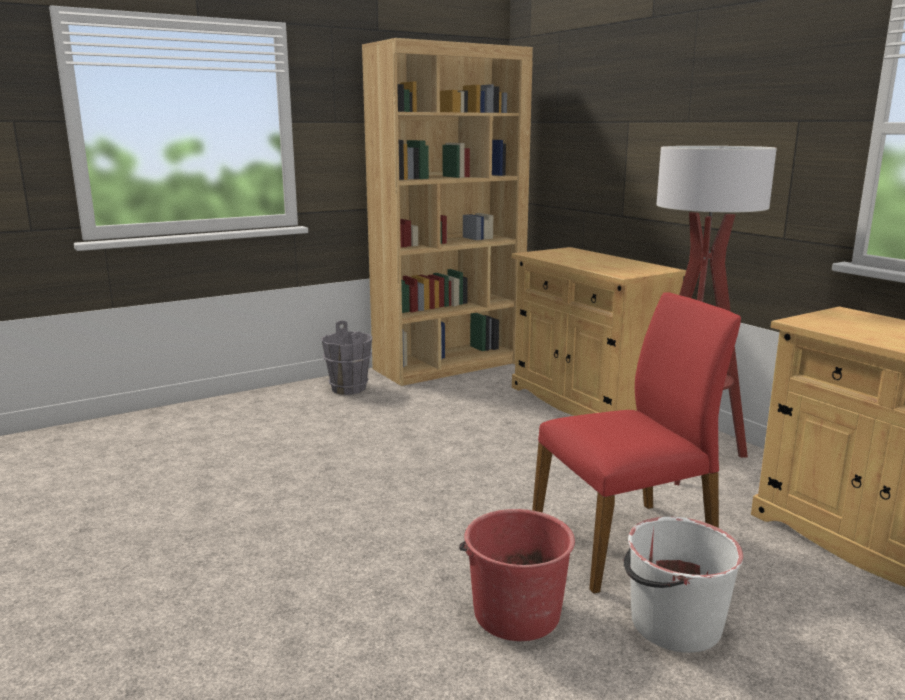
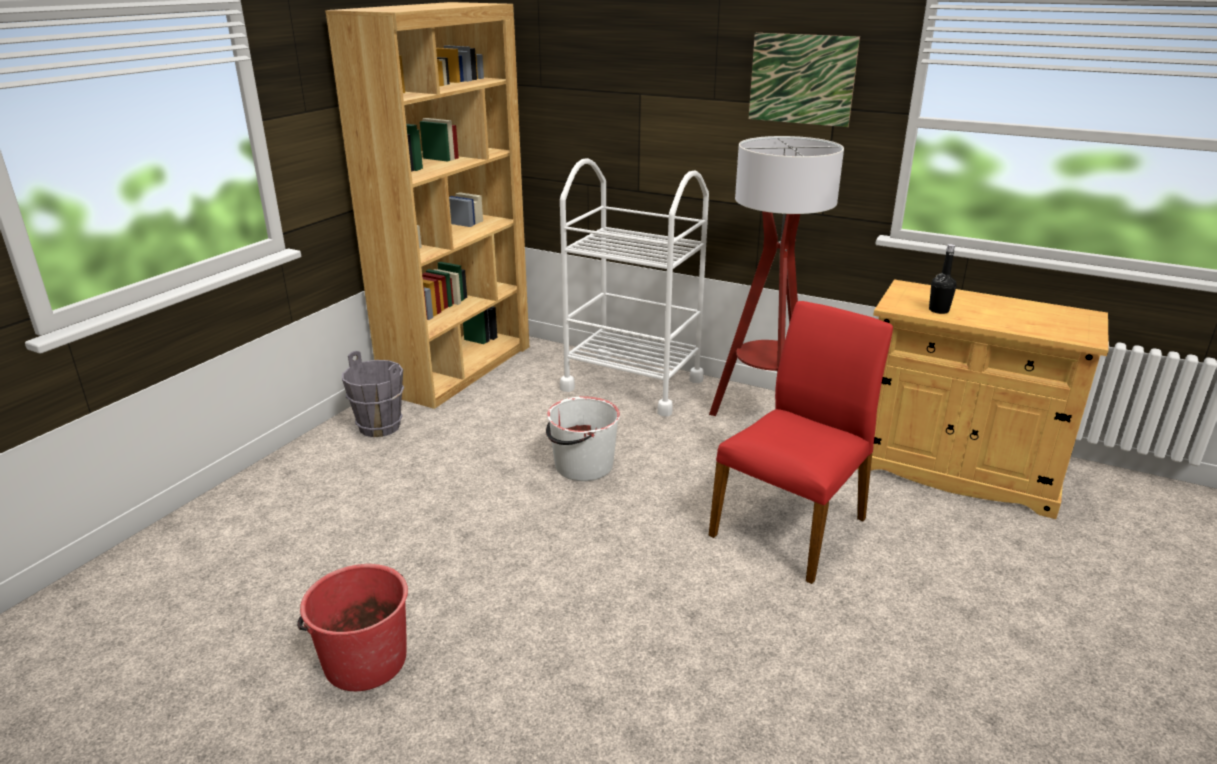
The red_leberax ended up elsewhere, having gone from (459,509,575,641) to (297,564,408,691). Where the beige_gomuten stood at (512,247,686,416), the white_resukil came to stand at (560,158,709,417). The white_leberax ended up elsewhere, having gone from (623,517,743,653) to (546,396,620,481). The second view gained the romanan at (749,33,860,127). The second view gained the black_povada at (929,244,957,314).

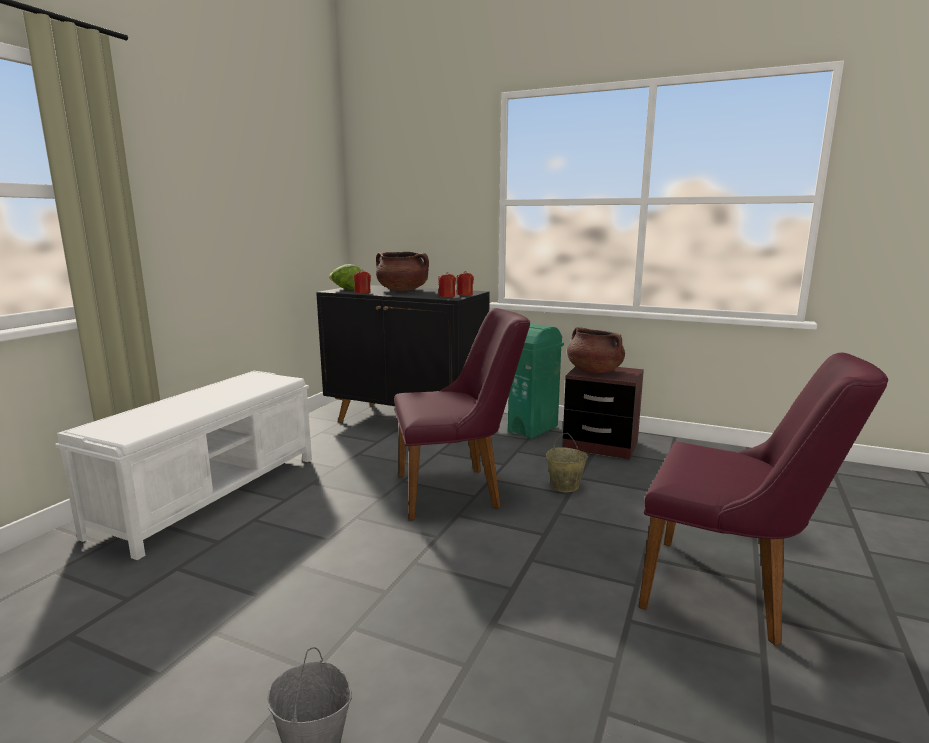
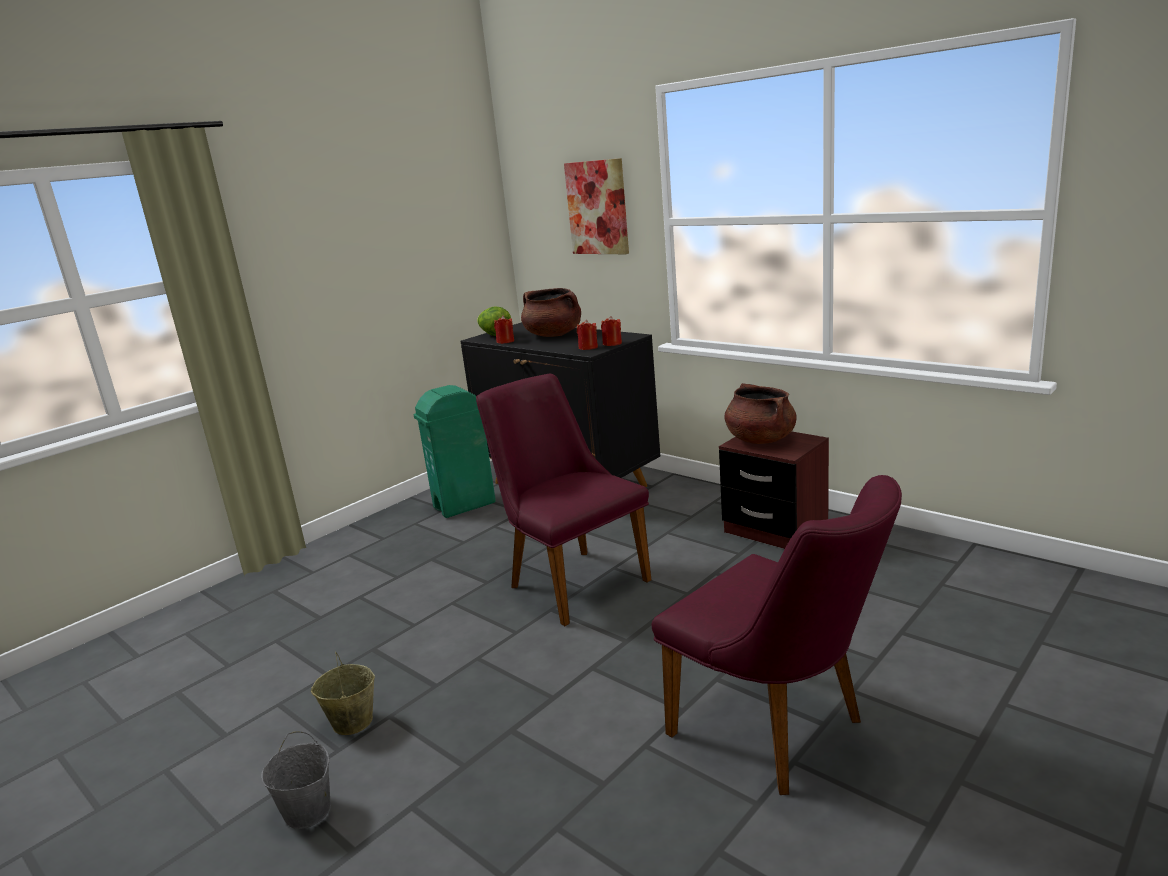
The second view lost the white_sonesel at (55,371,312,560). The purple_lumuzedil at (394,308,530,521) ended up facing another way, 135 degrees counterclockwise from before. The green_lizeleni ended up elsewhere, having gone from (508,324,564,439) to (414,385,496,518). The beige_leberax ended up elsewhere, having gone from (546,433,588,492) to (311,652,375,735). The second view gained the romanan at (564,158,629,254).

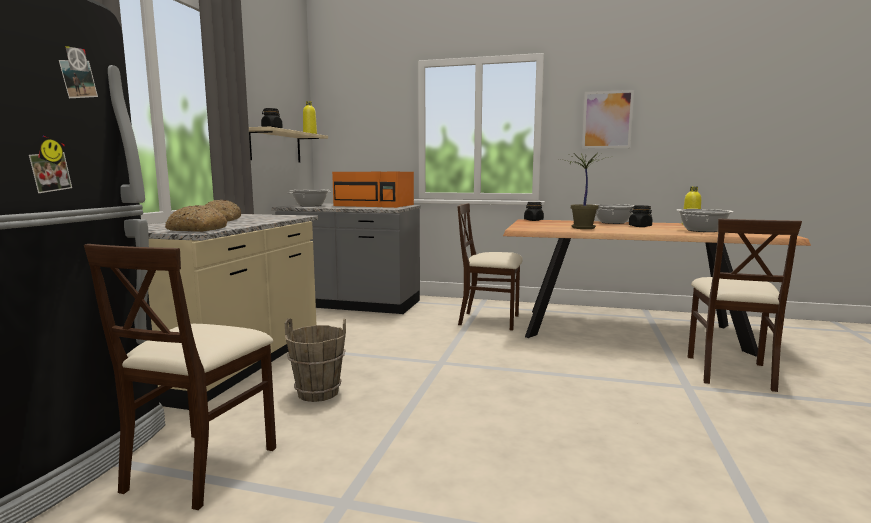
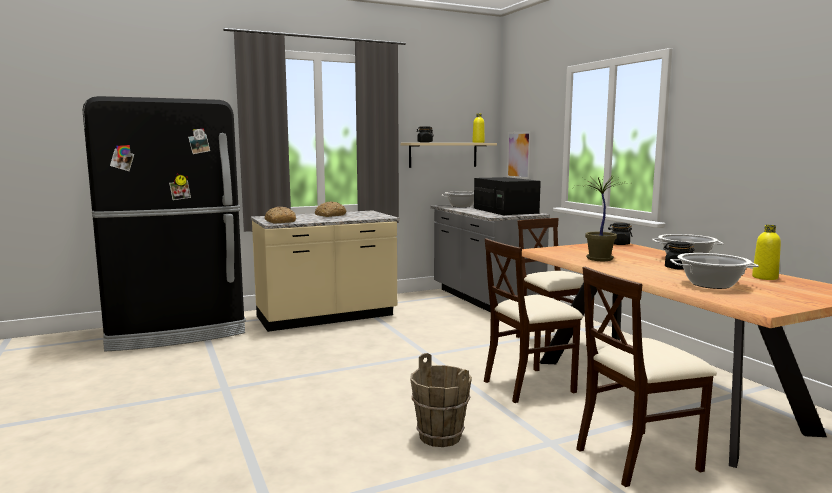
The beige_lumuzedil ended up elsewhere, having gone from (84,244,276,510) to (484,238,583,403). The brown_leberax ended up elsewhere, having gone from (285,318,346,402) to (410,353,472,447). What was the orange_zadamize at (332,172,414,208) turned into the black_zadamize at (474,177,541,216). The romanan ended up elsewhere, having gone from (582,90,634,149) to (507,131,531,180).

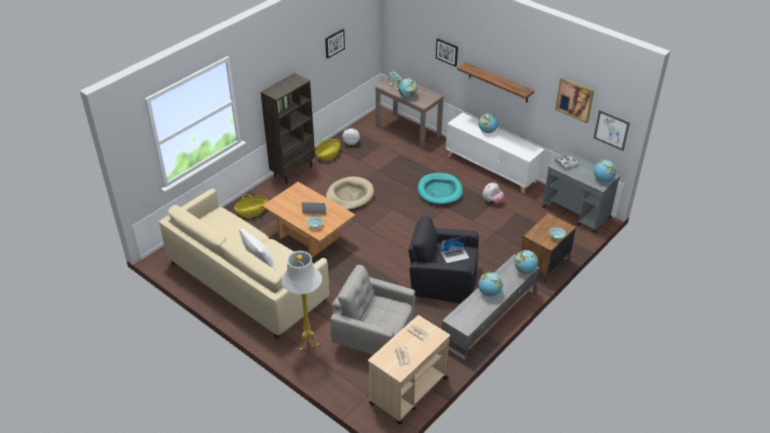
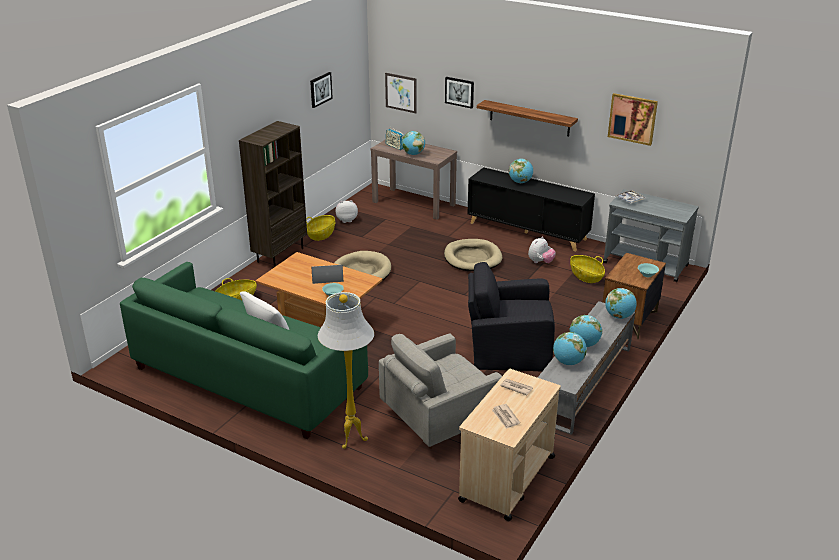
What was the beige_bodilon at (159,188,330,339) turned into the green_bodilon at (120,262,368,439). The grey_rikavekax at (330,265,415,355) ended up facing another way, 45 degrees counterclockwise from before. What was the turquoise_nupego at (418,173,463,205) turned into the beige_nupego at (444,239,502,271). The second view lost the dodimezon at (441,236,469,263). What was the white_gomuten at (446,112,544,193) turned into the black_gomuten at (467,167,595,252). The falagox ended up elsewhere, having gone from (593,160,616,182) to (553,332,587,365). The romanan ended up elsewhere, having gone from (594,110,630,151) to (385,73,417,113). The second view gained the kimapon at (570,255,605,283).

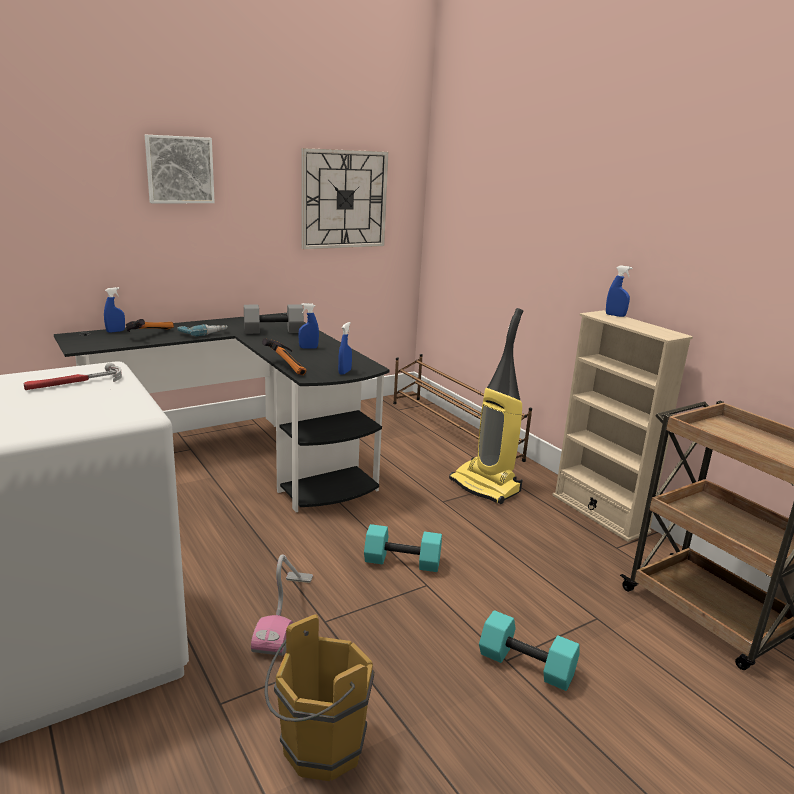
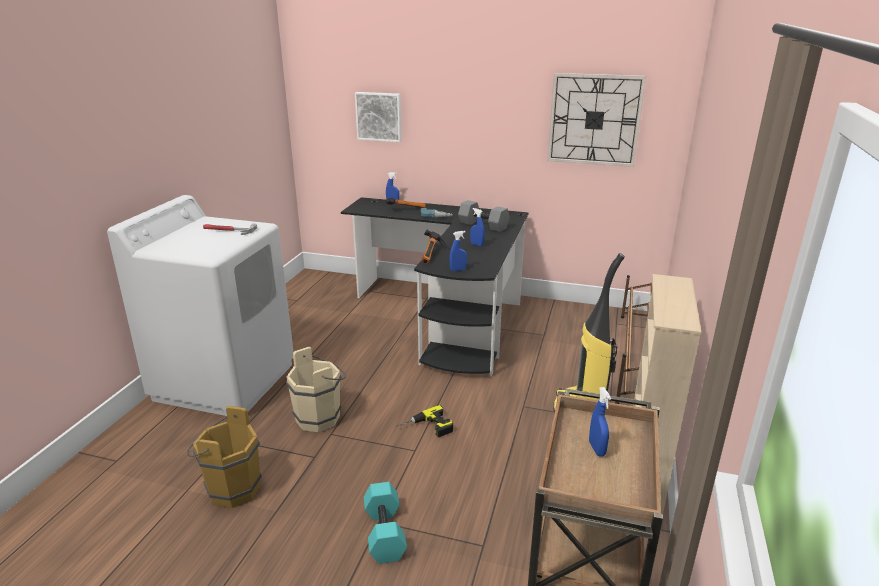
The romanan ended up elsewhere, having gone from (145,135,215,203) to (355,92,402,142). Where the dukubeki stood at (251,554,313,656), the beige_leberax came to stand at (286,347,346,432). Where the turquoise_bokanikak stood at (364,524,442,572), the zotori came to stand at (397,405,453,437). The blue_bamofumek ended up elsewhere, having gone from (606,265,632,317) to (589,387,611,457).

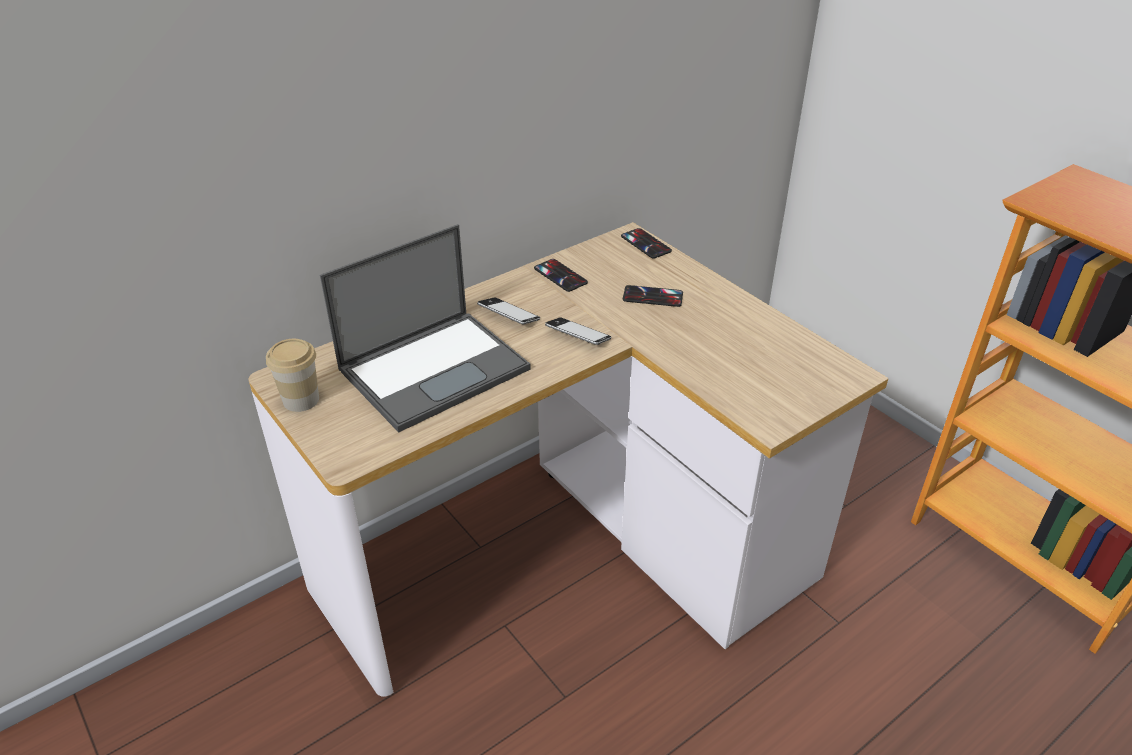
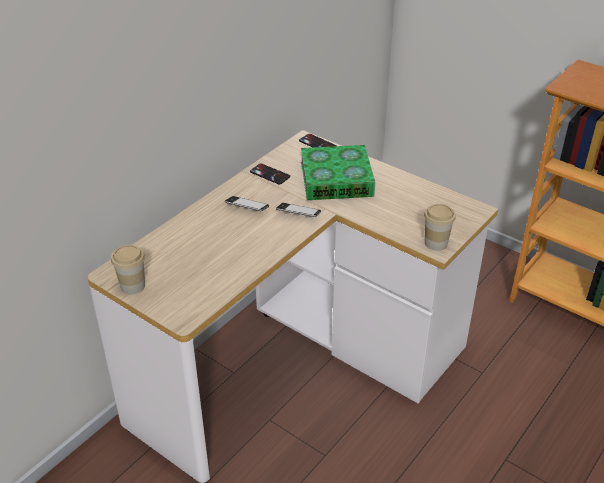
The second view lost the dodimezon at (320,224,531,433). Where the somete stood at (623,285,683,307), the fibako came to stand at (301,145,375,200). The second view gained the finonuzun at (424,204,456,251).

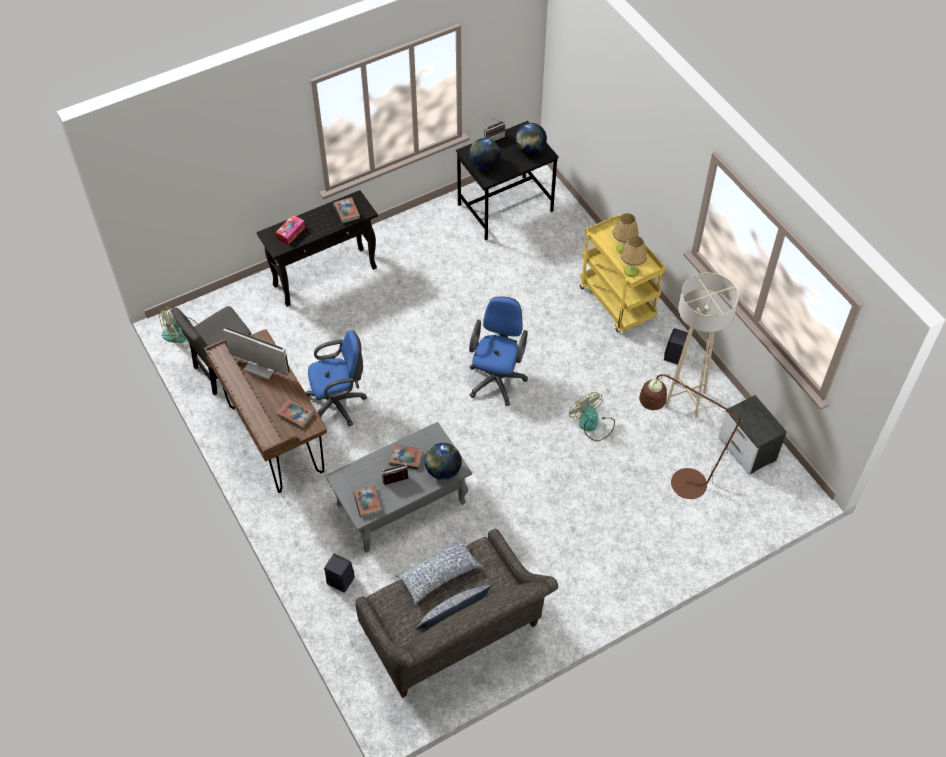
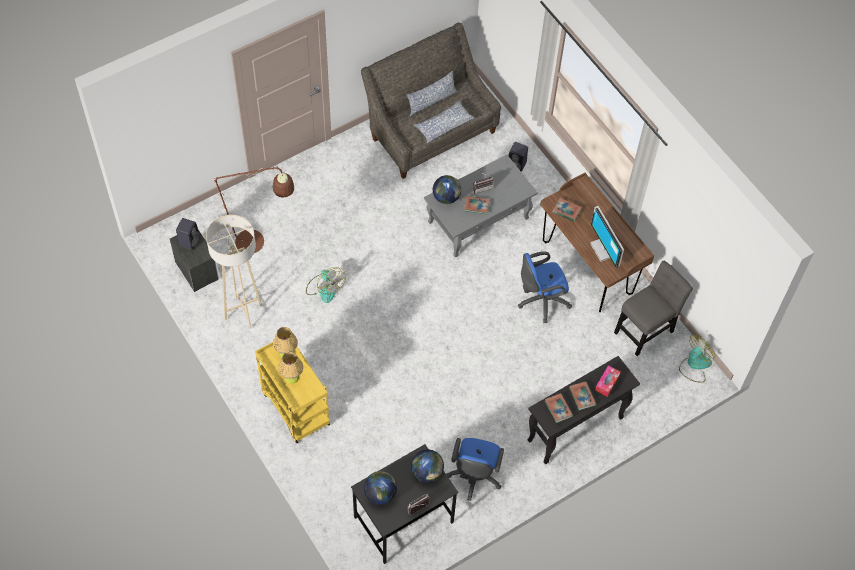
The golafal at (223,327,290,380) ended up facing another way, 45 degrees clockwise from before. The fibako ended up elsewhere, having gone from (353,485,382,518) to (569,381,596,410). The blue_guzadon ended up elsewhere, having gone from (469,297,528,406) to (447,438,504,501). The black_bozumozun ended up elsewhere, having gone from (664,328,688,364) to (176,218,200,250).

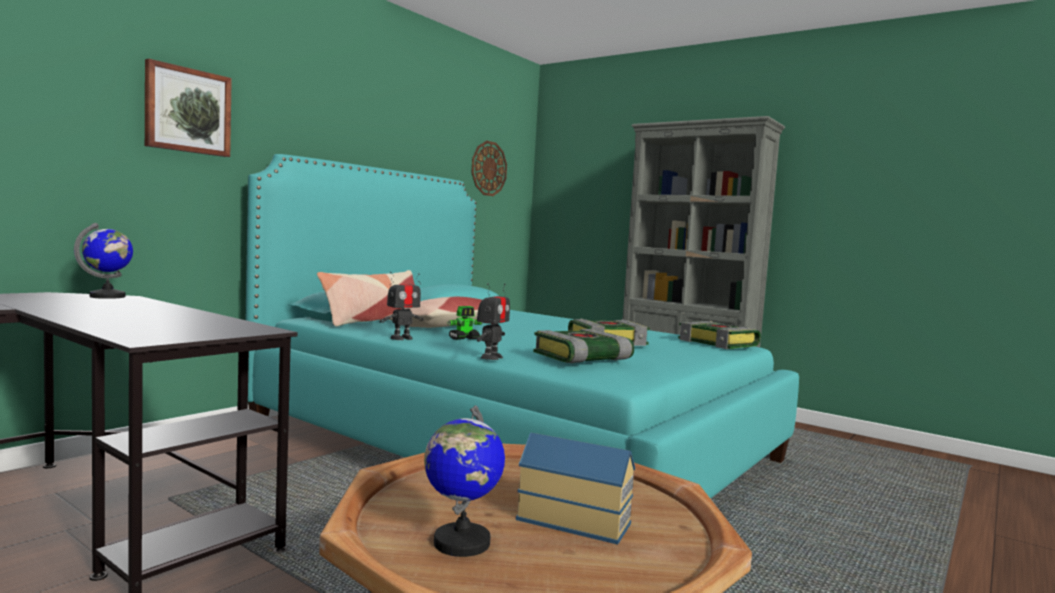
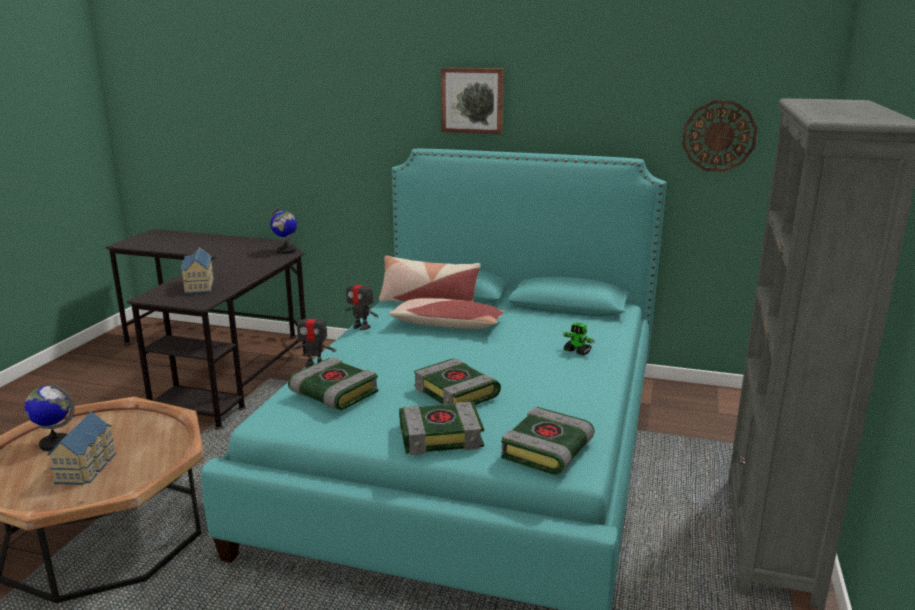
The romanan ended up elsewhere, having gone from (145,59,232,157) to (441,68,504,134). The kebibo ended up elsewhere, having gone from (447,306,483,340) to (563,322,595,355). The second view gained the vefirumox at (181,247,214,294). The second view gained the fibako at (399,402,484,455).

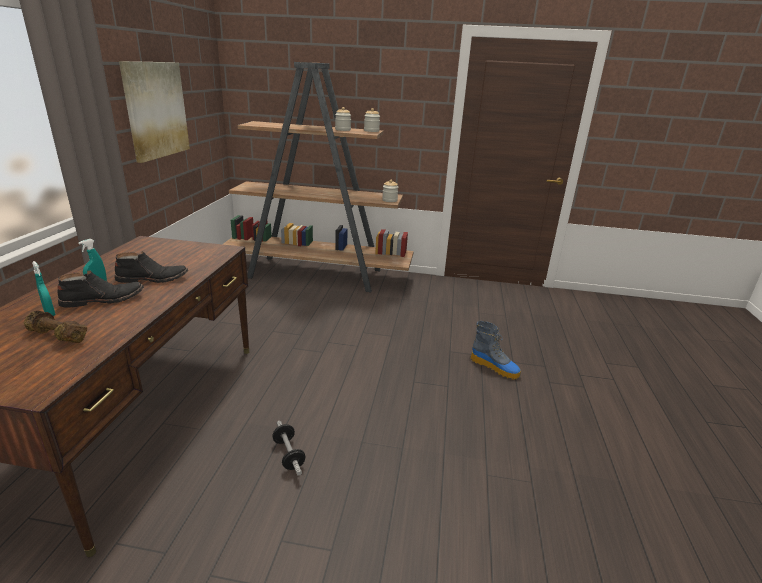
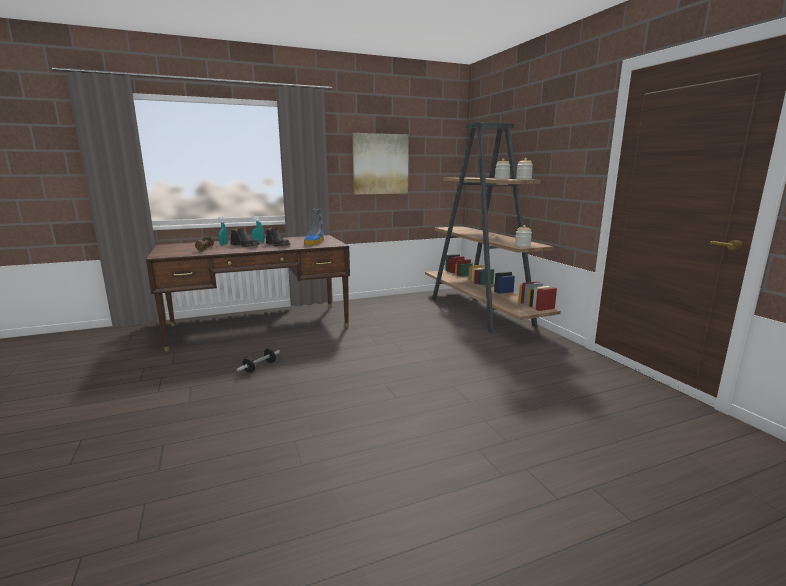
The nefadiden ended up elsewhere, having gone from (470,321,521,380) to (304,208,324,246).

